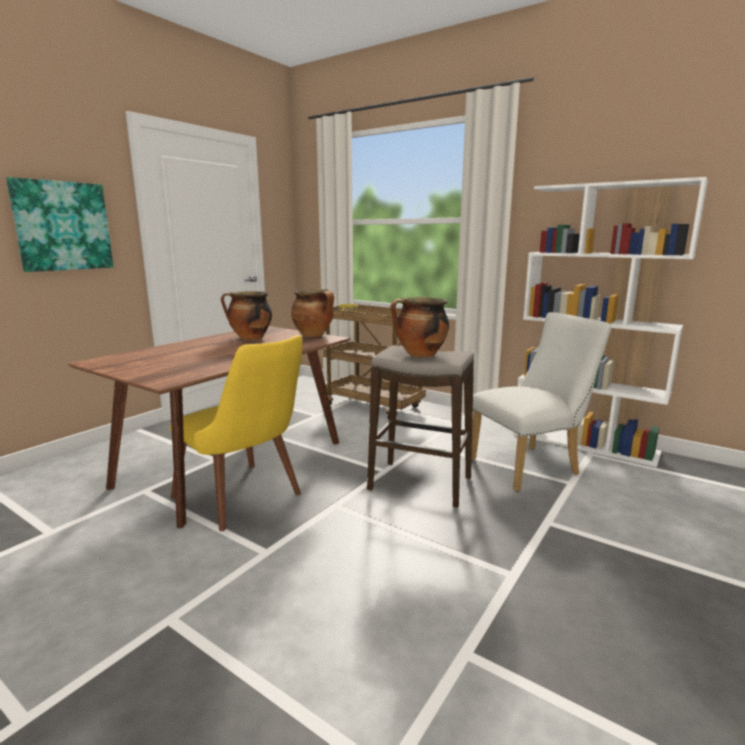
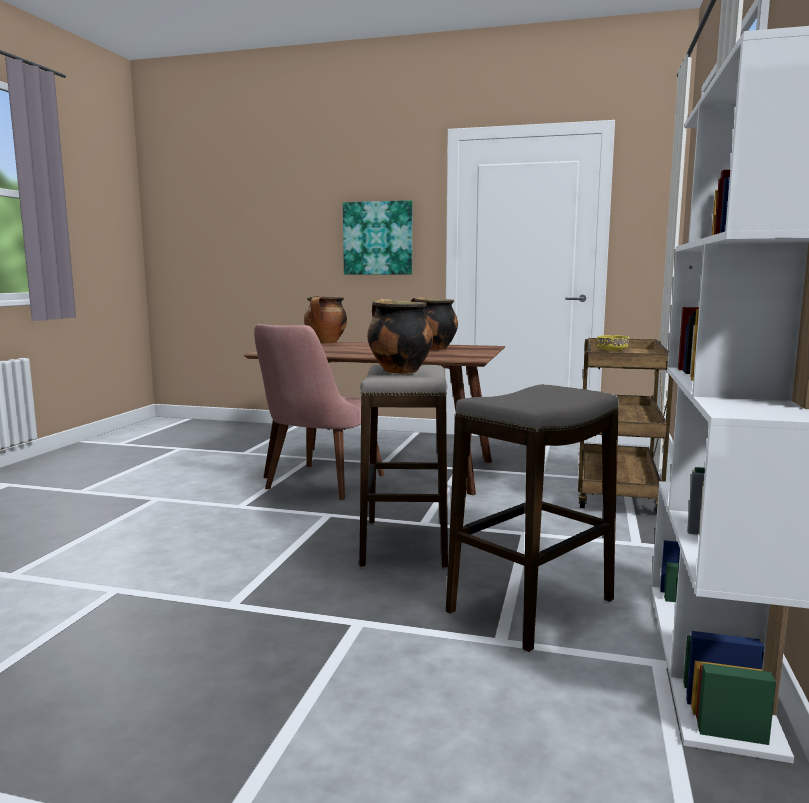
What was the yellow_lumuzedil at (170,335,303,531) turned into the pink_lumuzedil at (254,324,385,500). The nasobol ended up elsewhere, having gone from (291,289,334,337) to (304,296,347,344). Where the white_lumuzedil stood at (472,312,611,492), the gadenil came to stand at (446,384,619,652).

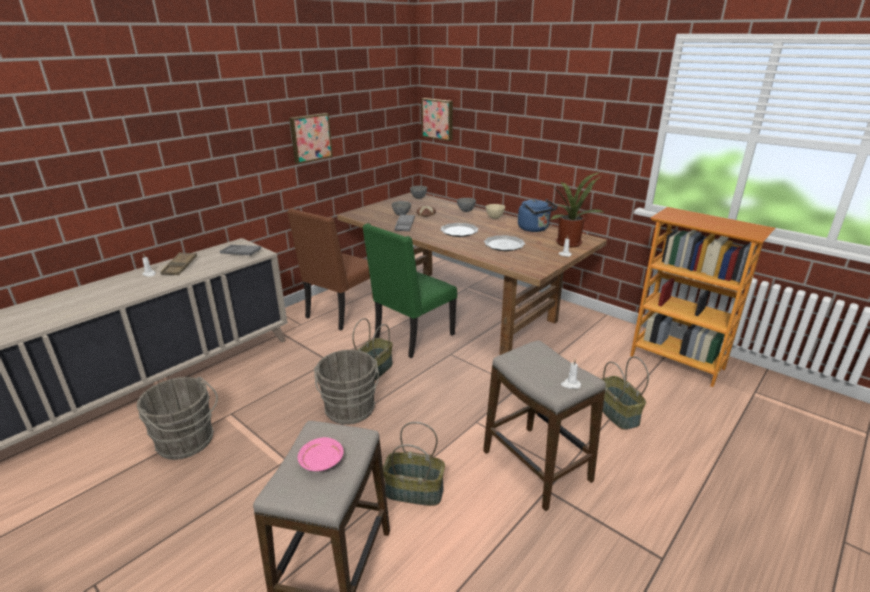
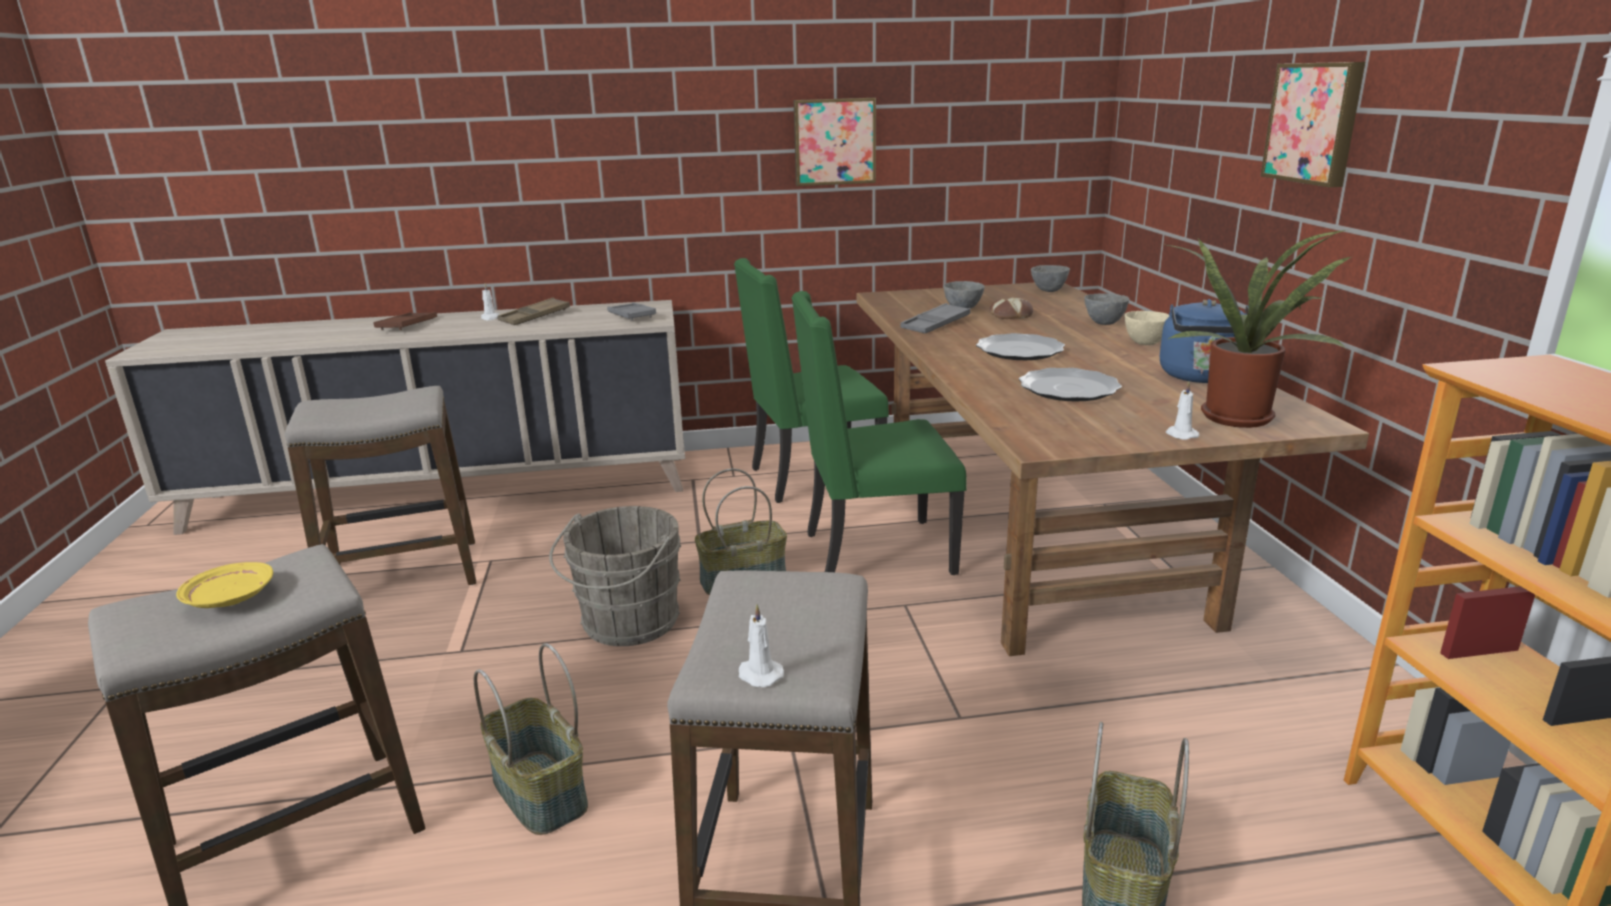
Where the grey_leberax stood at (137,377,218,460), the gadenil came to stand at (285,386,476,585). What was the brown_lumuzedil at (287,208,370,330) turned into the green_lumuzedil at (734,258,889,503). What was the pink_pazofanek at (298,437,344,471) turned into the yellow_pazofanek at (176,562,273,608). The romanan ended up elsewhere, having gone from (421,98,453,141) to (1261,62,1365,187). The second view gained the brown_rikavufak at (373,312,437,330).

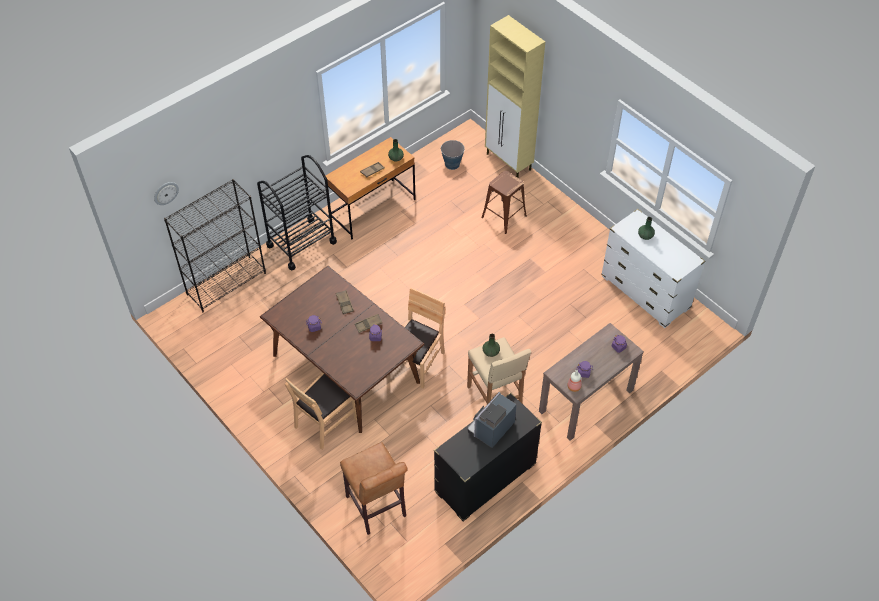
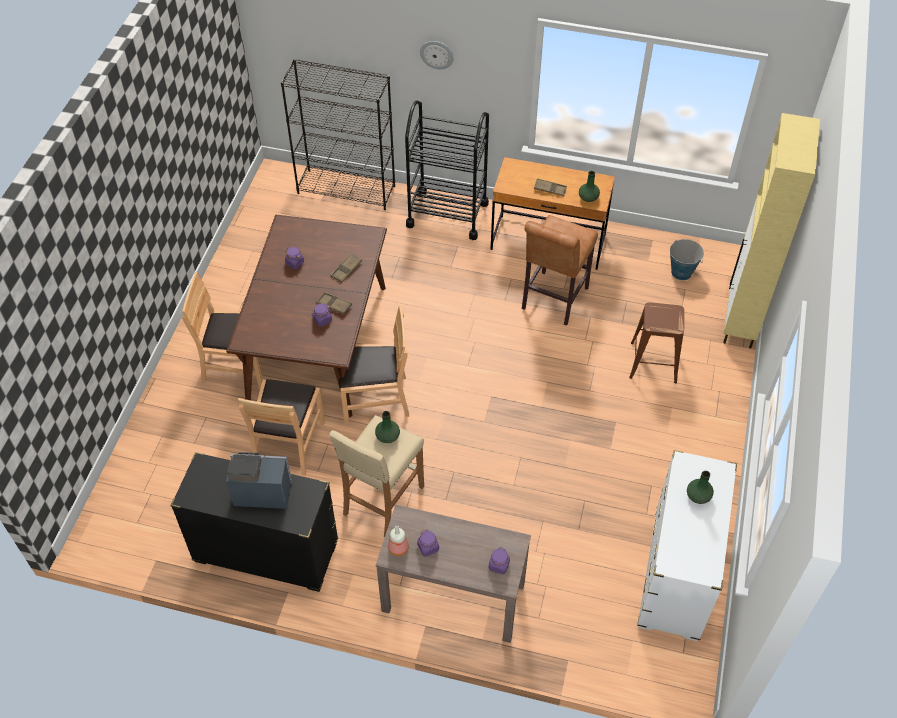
The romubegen ended up elsewhere, having gone from (154,182,179,205) to (420,41,453,69). The brown_gadenil ended up elsewhere, having gone from (340,442,408,535) to (522,215,598,326). The second view gained the brown_lumuzedil at (238,379,325,476).

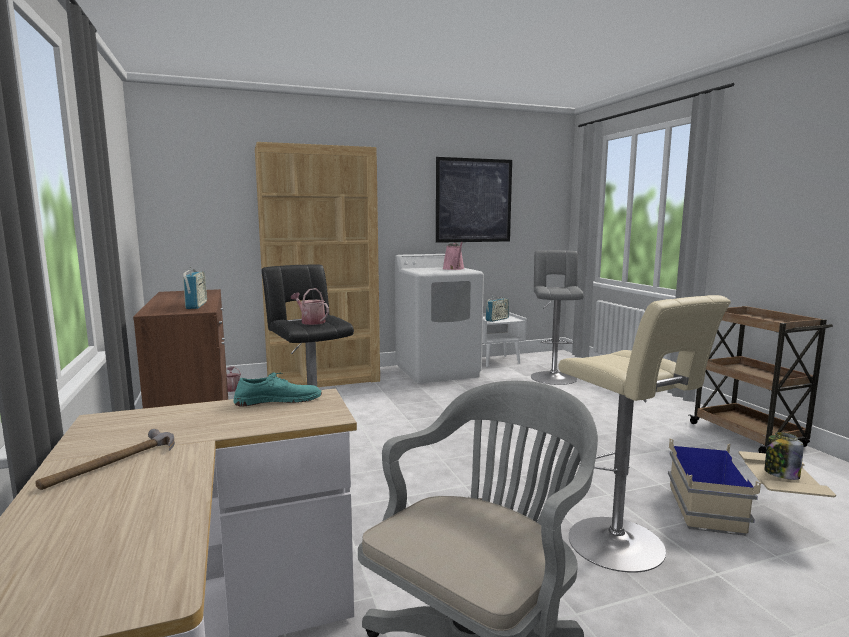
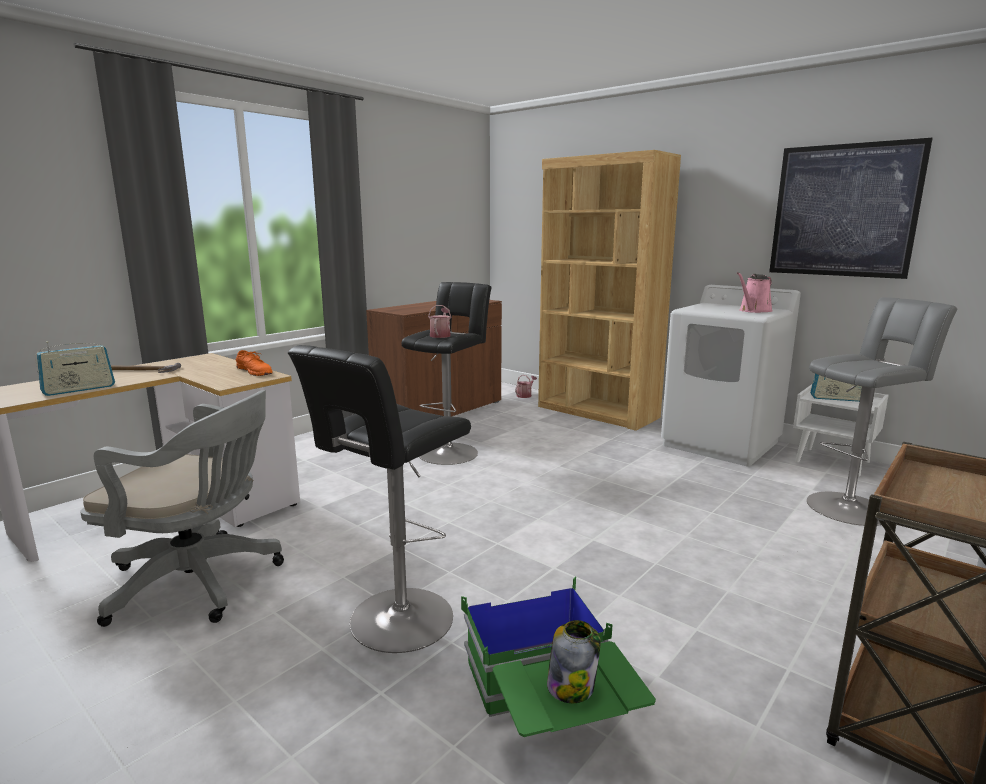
The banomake ended up elsewhere, having gone from (183,267,207,309) to (35,341,115,396). What was the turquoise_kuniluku at (233,372,322,407) turned into the orange_kuniluku at (236,350,273,376). What was the beige_gadenil at (558,295,731,573) turned into the black_gadenil at (288,345,471,653). What was the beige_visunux at (668,439,836,536) turned into the green_visunux at (461,577,656,737).

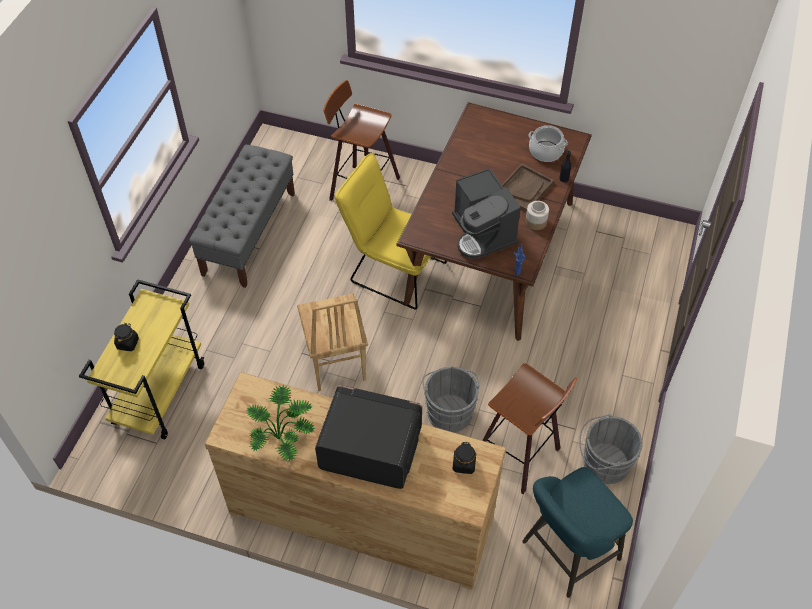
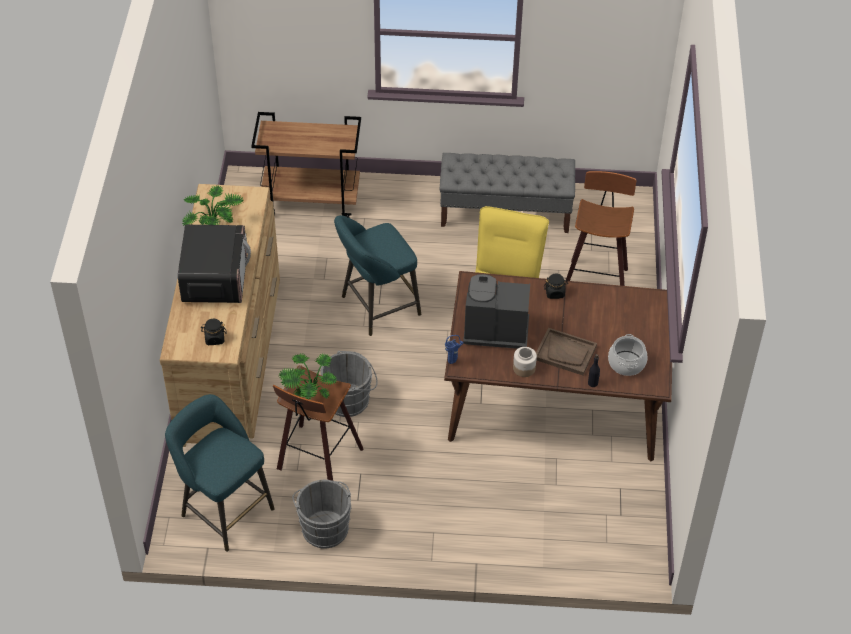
What was the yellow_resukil at (79,279,204,439) turned into the brown_resukil at (251,112,361,218). The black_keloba ended up elsewhere, having gone from (114,323,139,351) to (544,274,568,299). Where the brown_lumuzedil stood at (297,293,368,391), the turquoise_gadenil came to stand at (334,215,421,336). The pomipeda at (452,168,521,259) ended up facing another way, 45 degrees clockwise from before. The second view gained the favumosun at (278,353,338,400).

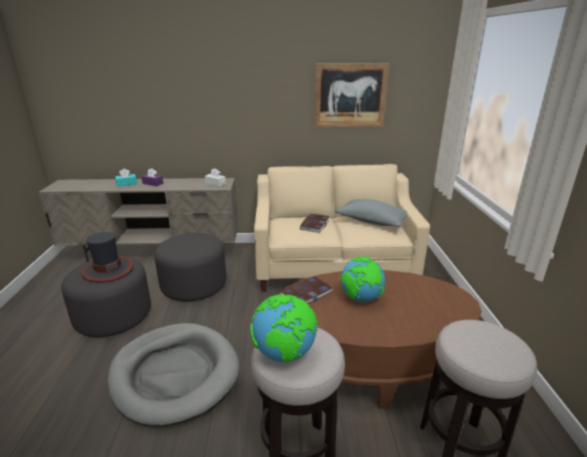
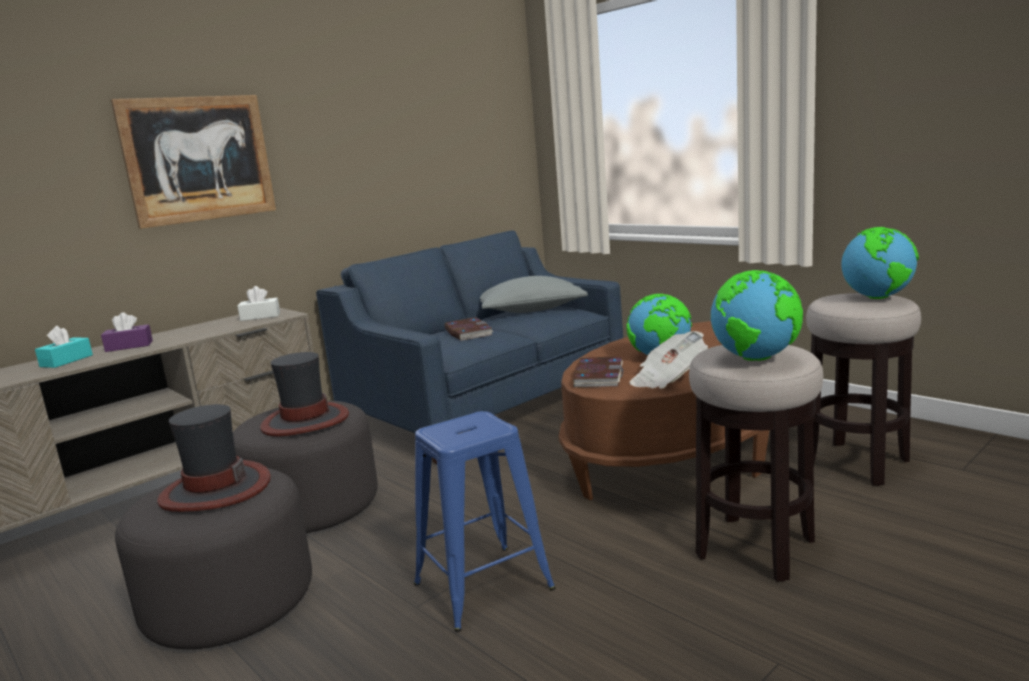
Where the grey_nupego stood at (107,323,239,426), the blue_gadenil came to stand at (414,411,556,632). What was the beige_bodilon at (254,164,430,292) turned into the blue_bodilon at (316,230,623,464). The romanan ended up elsewhere, having gone from (314,63,389,127) to (111,95,276,229). The second view gained the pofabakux at (260,352,349,437). The second view gained the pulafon at (630,331,708,389). The second view gained the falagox at (841,227,919,299).

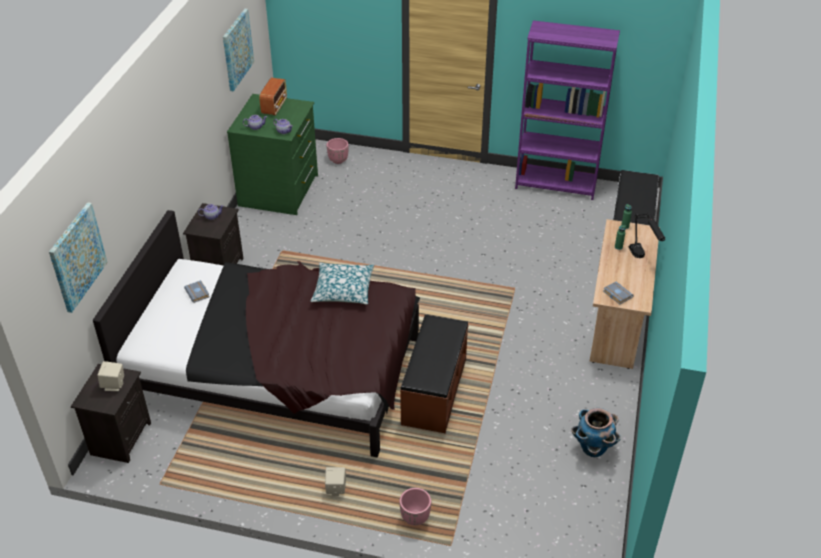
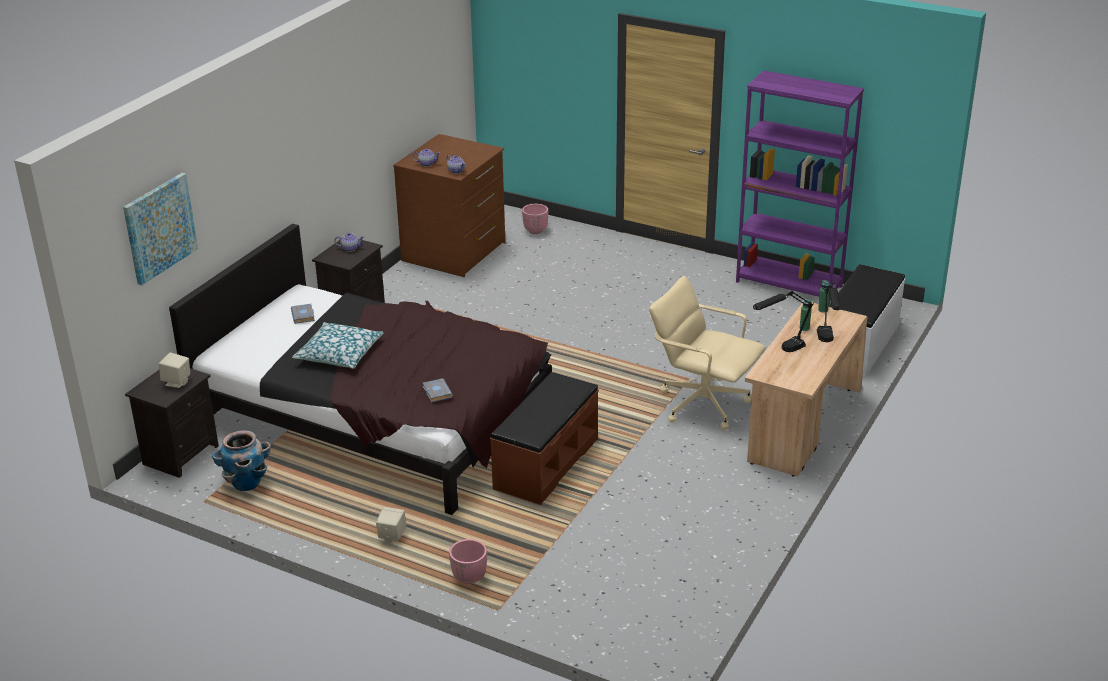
The second view lost the romanan at (223,9,254,91). What was the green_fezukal at (227,94,318,215) turned into the brown_fezukal at (393,134,505,277). The second view lost the banomake at (259,78,287,116). The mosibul ended up elsewhere, having gone from (311,262,374,305) to (292,322,384,369). The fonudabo ended up elsewhere, having gone from (571,408,621,457) to (212,430,271,491). The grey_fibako ended up elsewhere, having gone from (603,282,634,304) to (423,378,453,402). The second view gained the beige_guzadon at (649,276,766,430). The second view gained the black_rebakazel at (753,289,814,352).

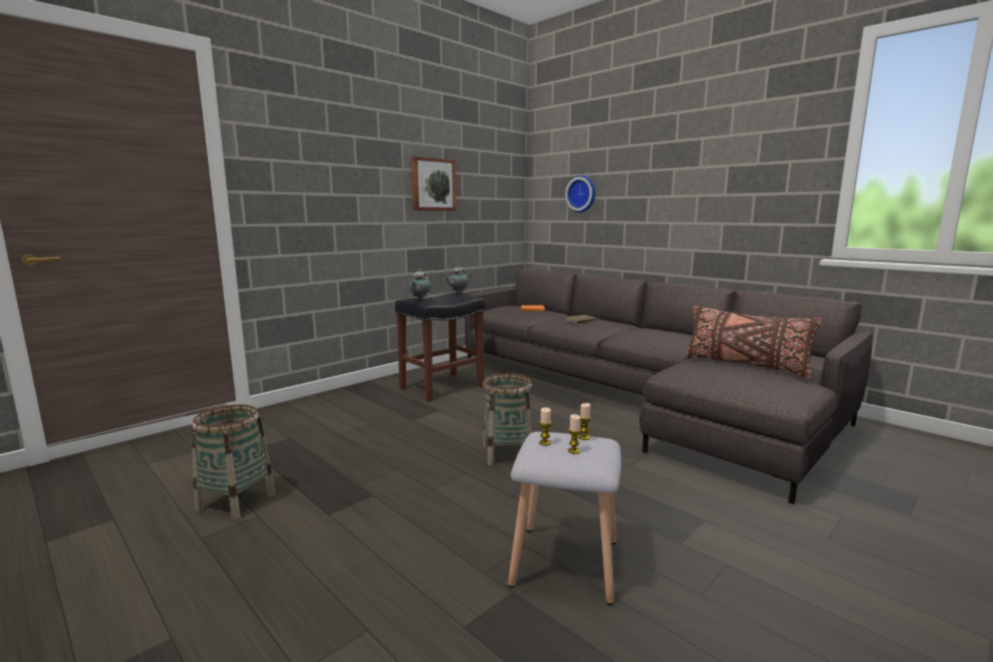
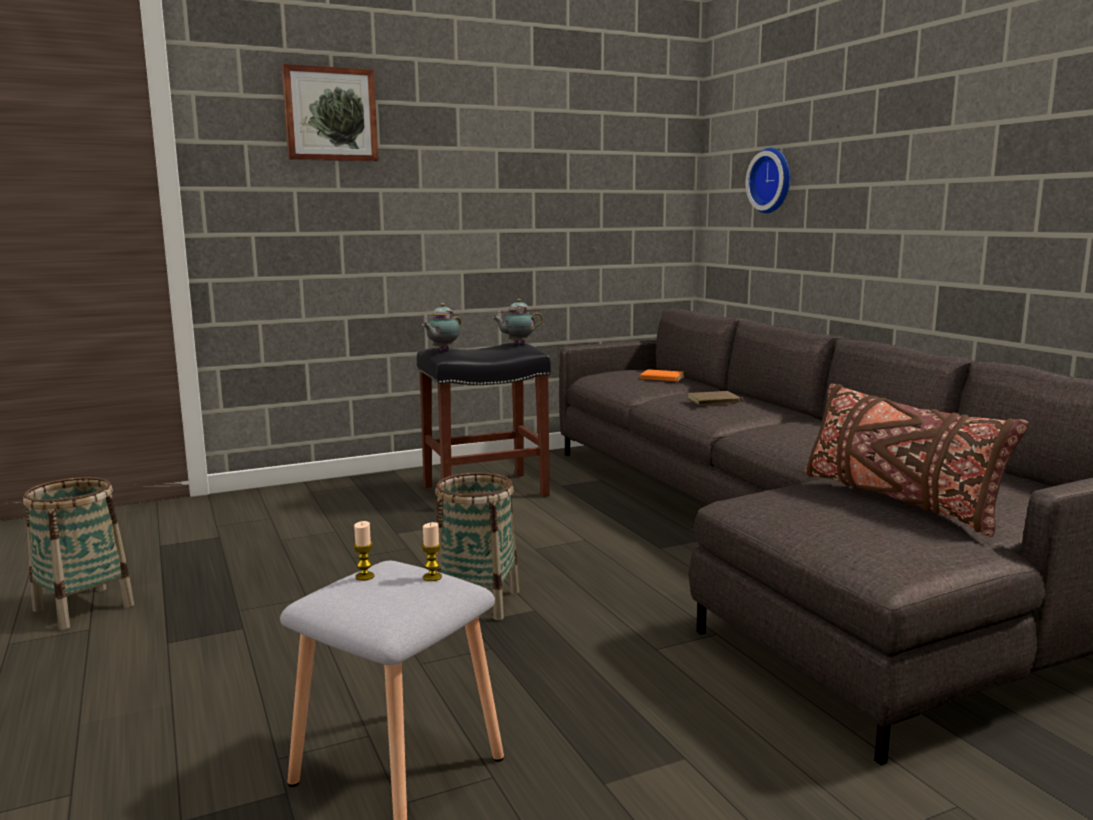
The romanan ended up elsewhere, having gone from (412,156,456,211) to (282,64,378,161). The second view lost the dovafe at (568,414,581,454).

